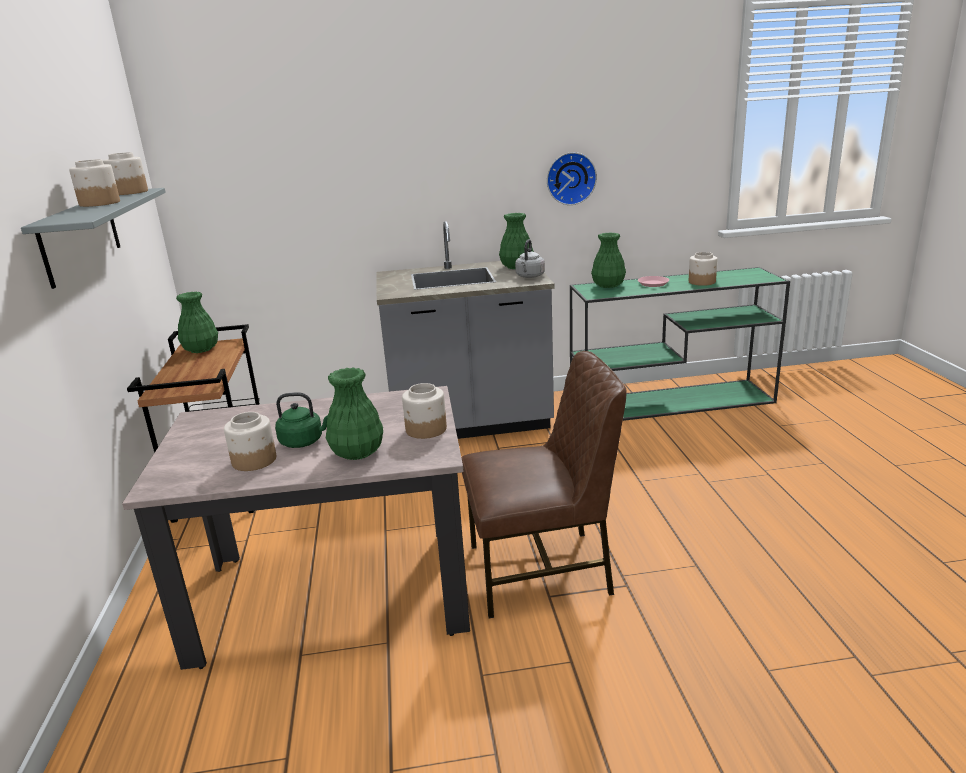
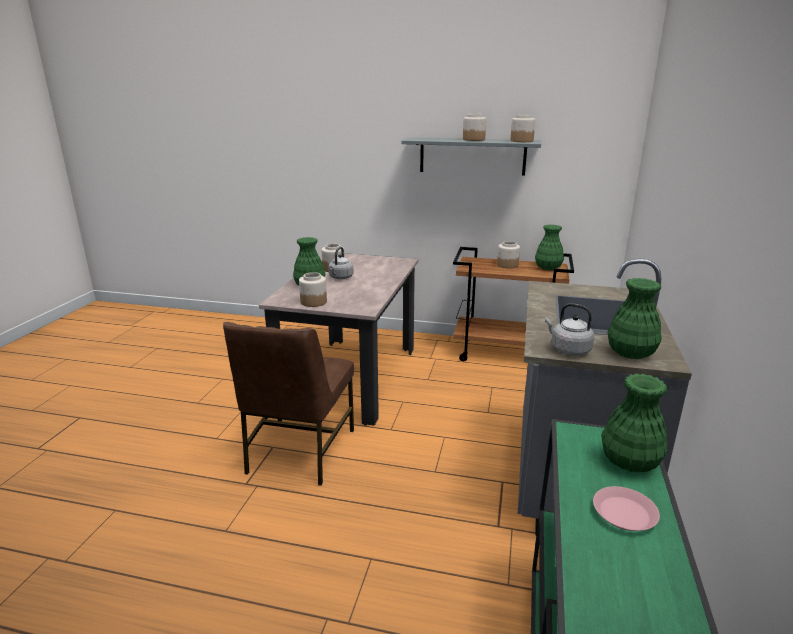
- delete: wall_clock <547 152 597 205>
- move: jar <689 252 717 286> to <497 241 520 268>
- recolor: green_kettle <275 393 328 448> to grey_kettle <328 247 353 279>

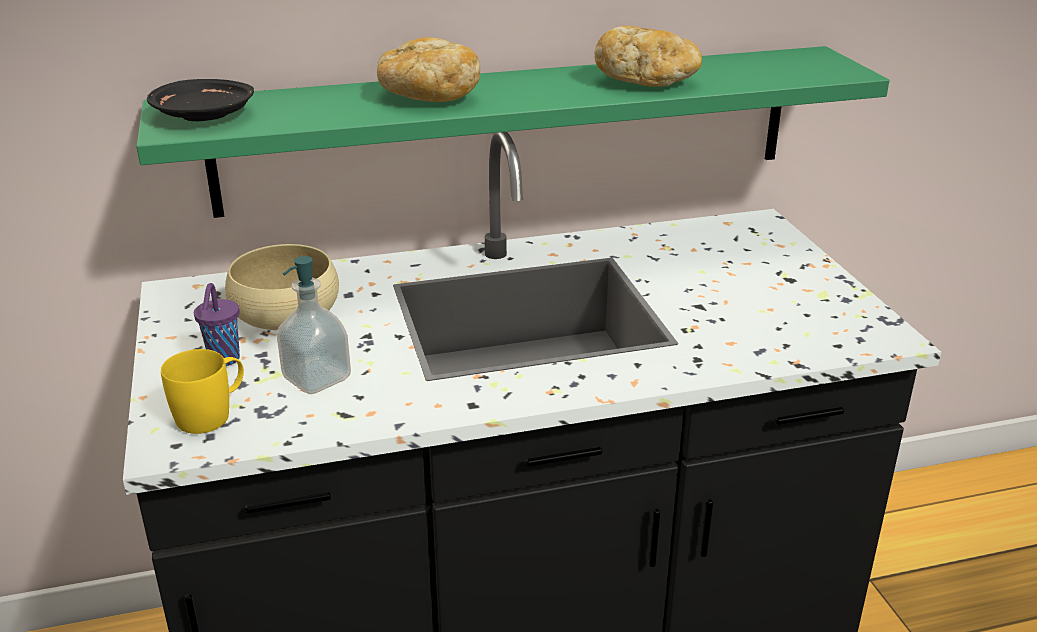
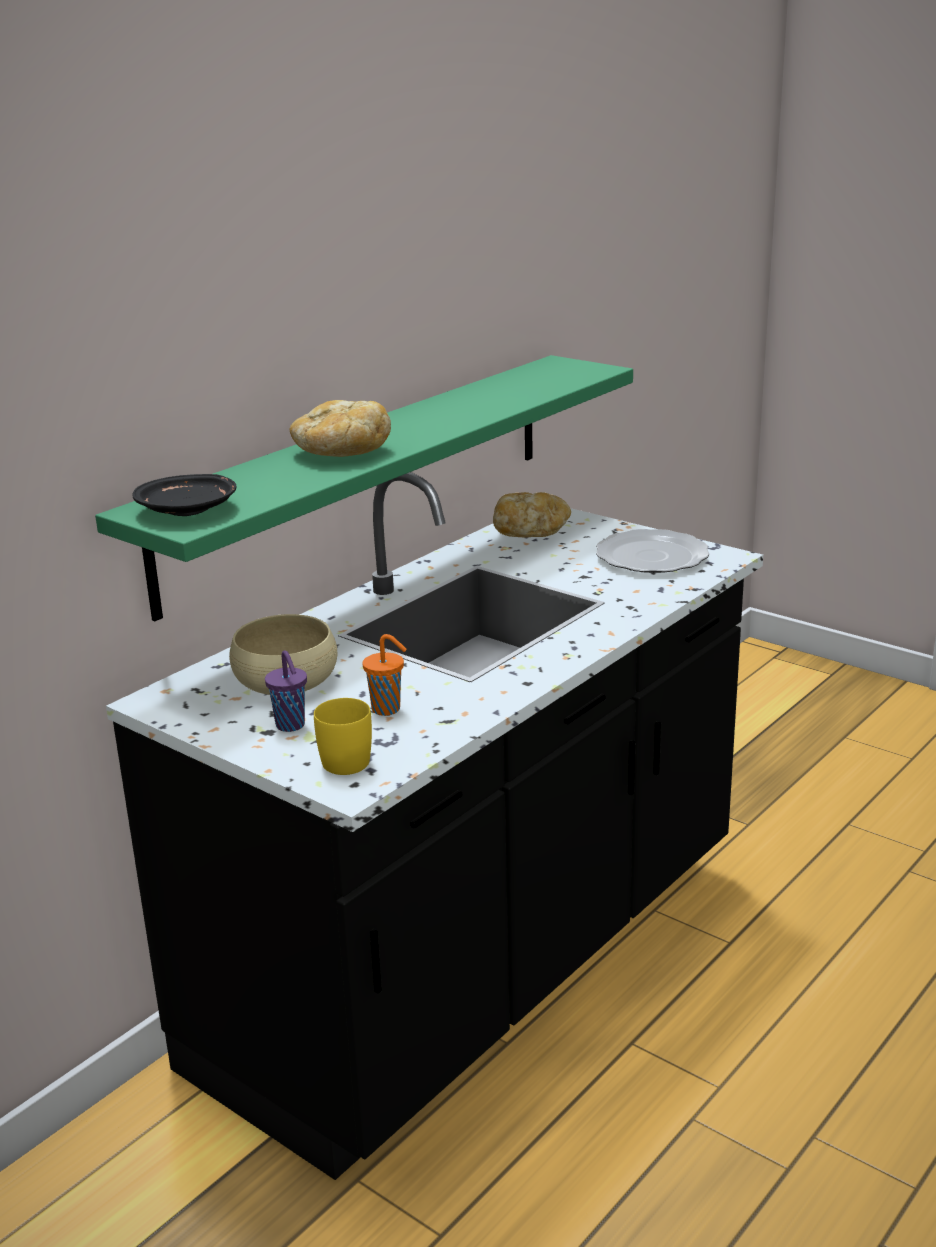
- insert: plate <596 529 710 573>
- move: bread <594 26 702 87> to <493 492 571 537>
- replace: soap_dispenser <276 256 351 394> to orange_cup <362 634 407 716>

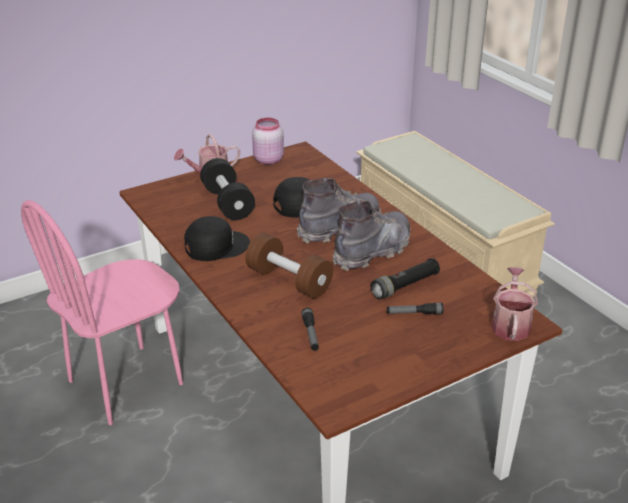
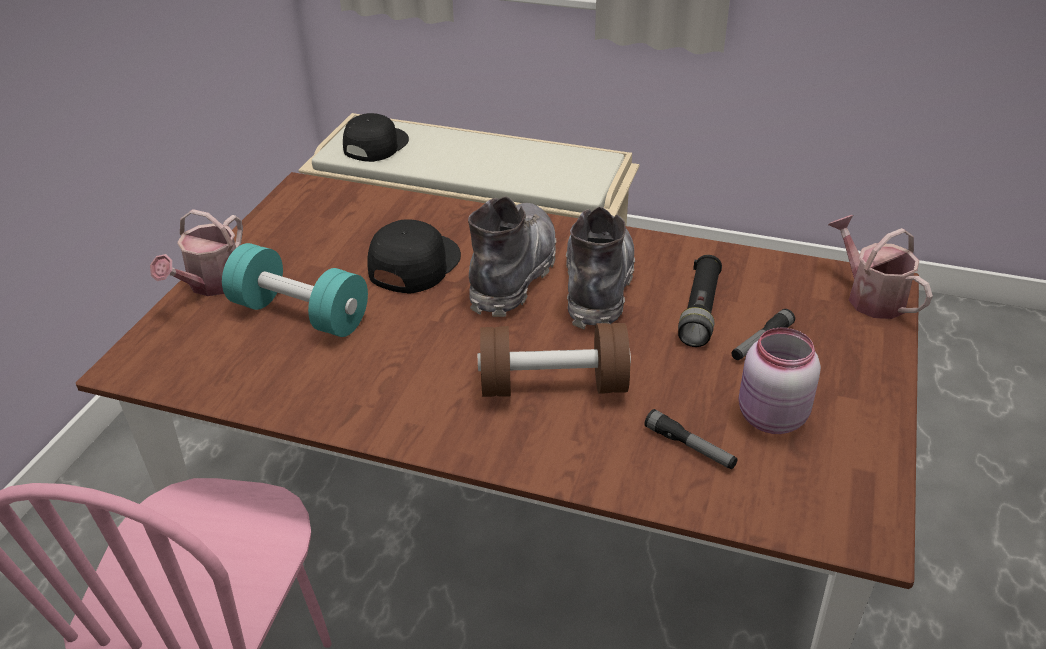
- move: black_cap <184 216 250 261> to <343 113 409 162>
- move: pink_jar <252 118 284 164> to <739 328 821 434>
- recolor: black_dumbbell <200 158 255 220> to turquoise_dumbbell <222 243 368 337>

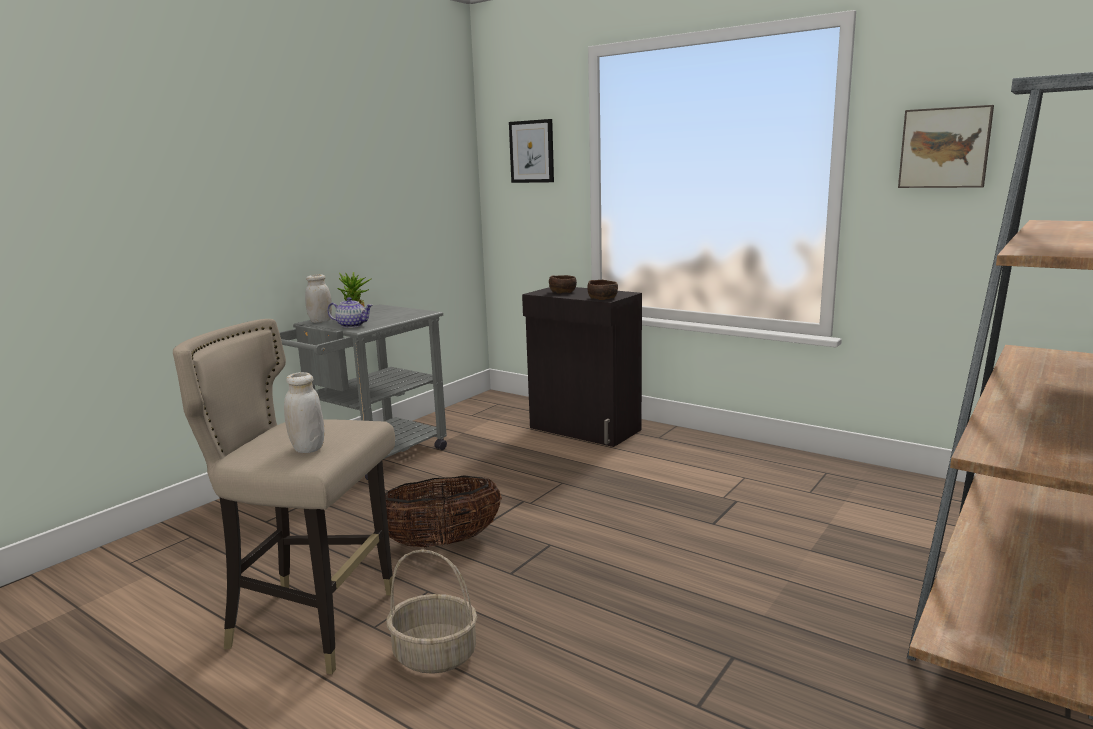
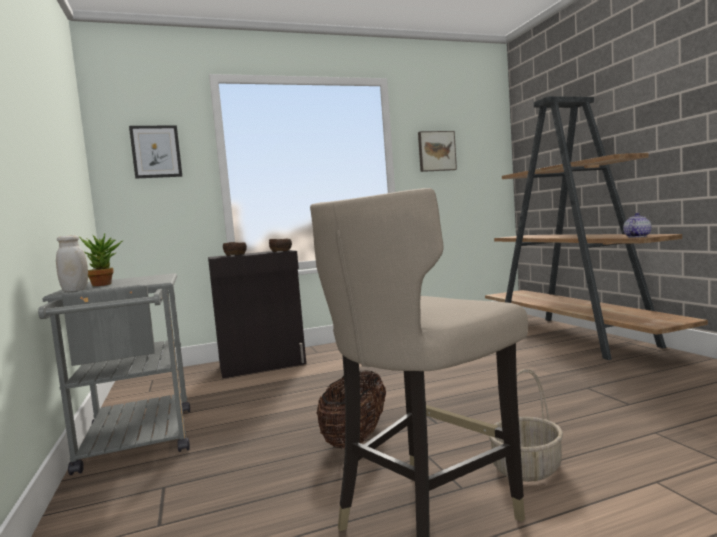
- delete: white_jar <284 372 325 453>
- move: teapot <327 297 373 328> to <623 213 651 237>

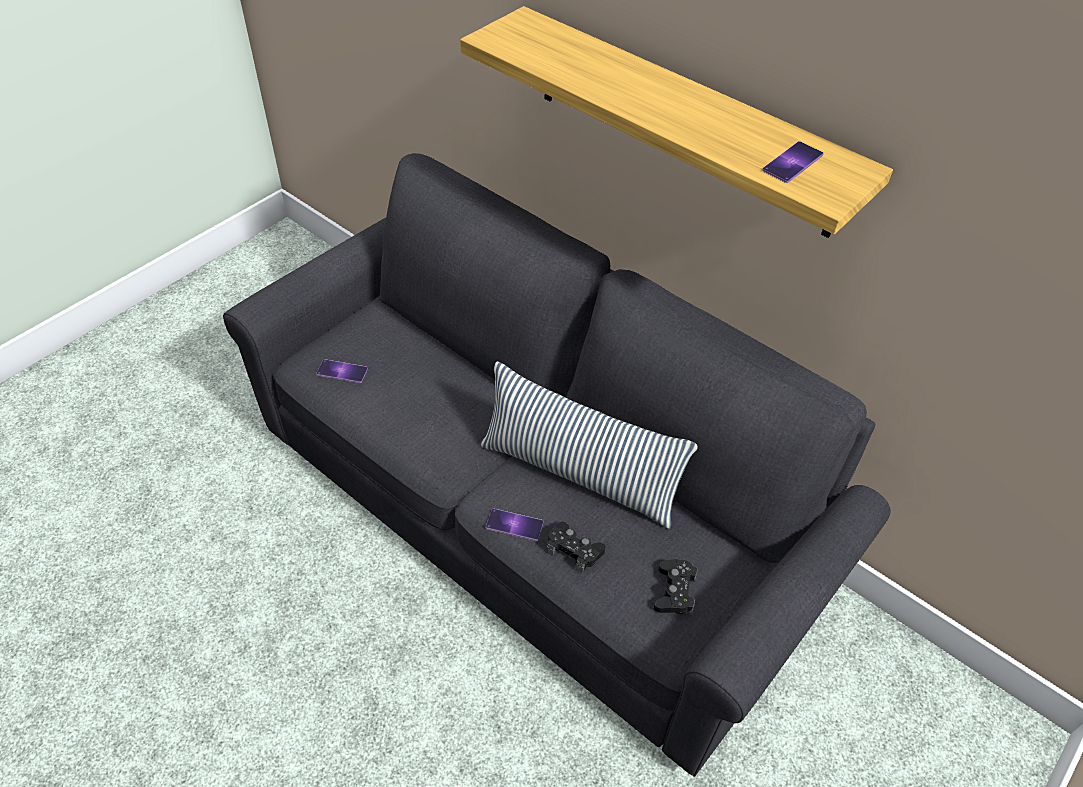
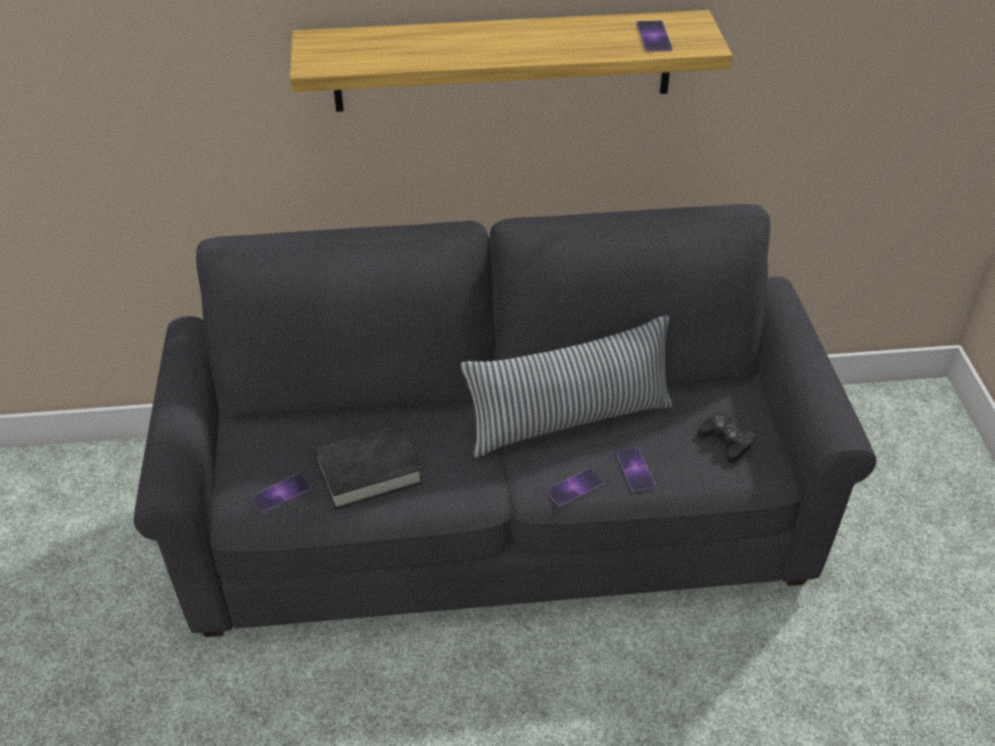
- insert: black_book <313 422 423 510>
- replace: black_game_controller <547 522 606 573> to phone <616 447 655 492>

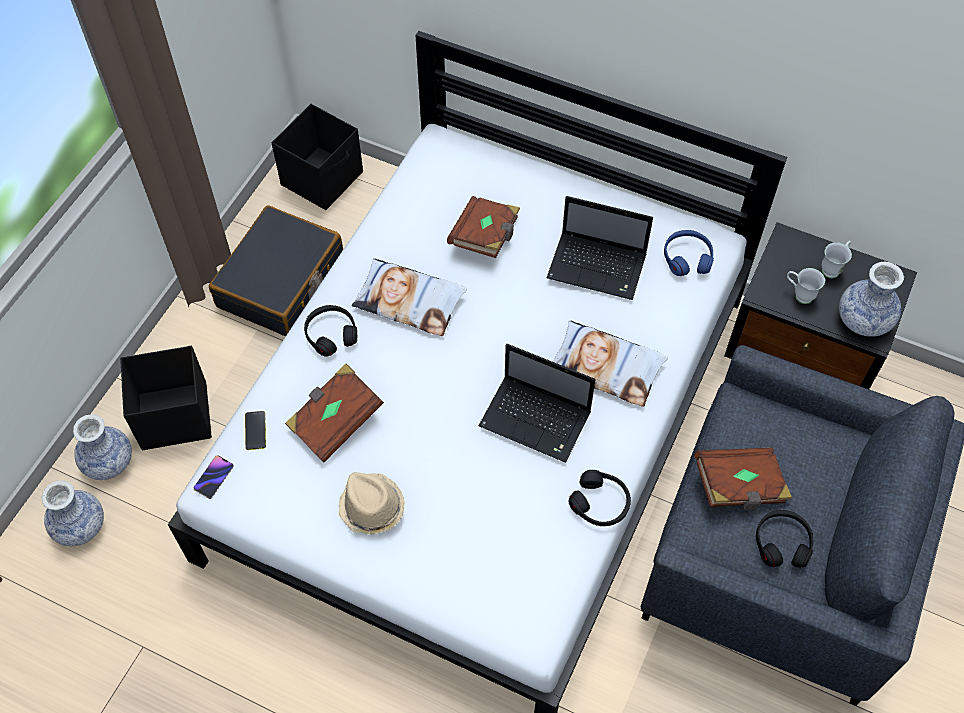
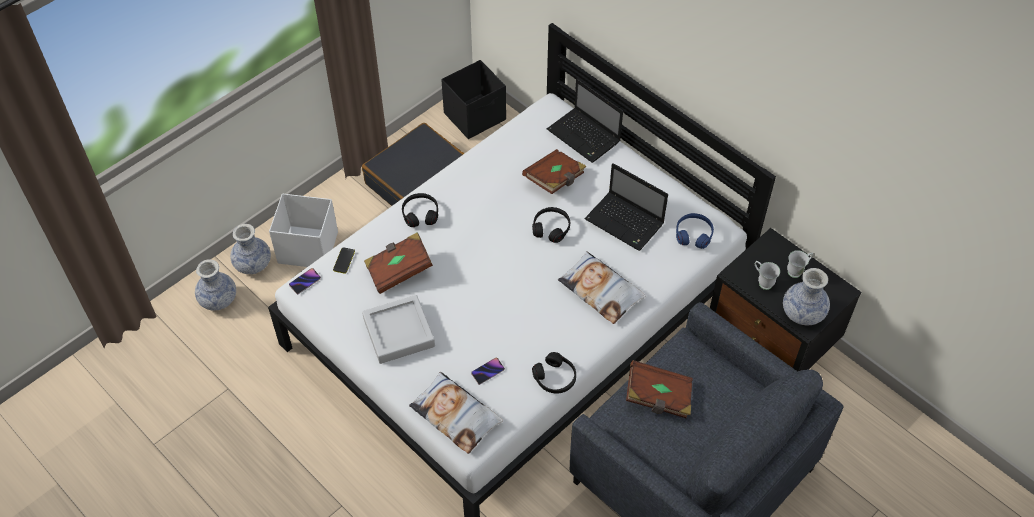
- insert: phone <471 358 505 385>
- move: pillow <352 258 467 336> to <409 372 503 454>
- move: laptop <479 344 596 463> to <547 78 623 163>
- move: black_headphones <756 510 813 568> to <532 207 570 243>
- replace: beige_hat <338 472 405 535> to grey_tray <362 295 435 364>
- recolor: black_storage_box <120 346 212 450> to white_storage_box <269 193 338 267>

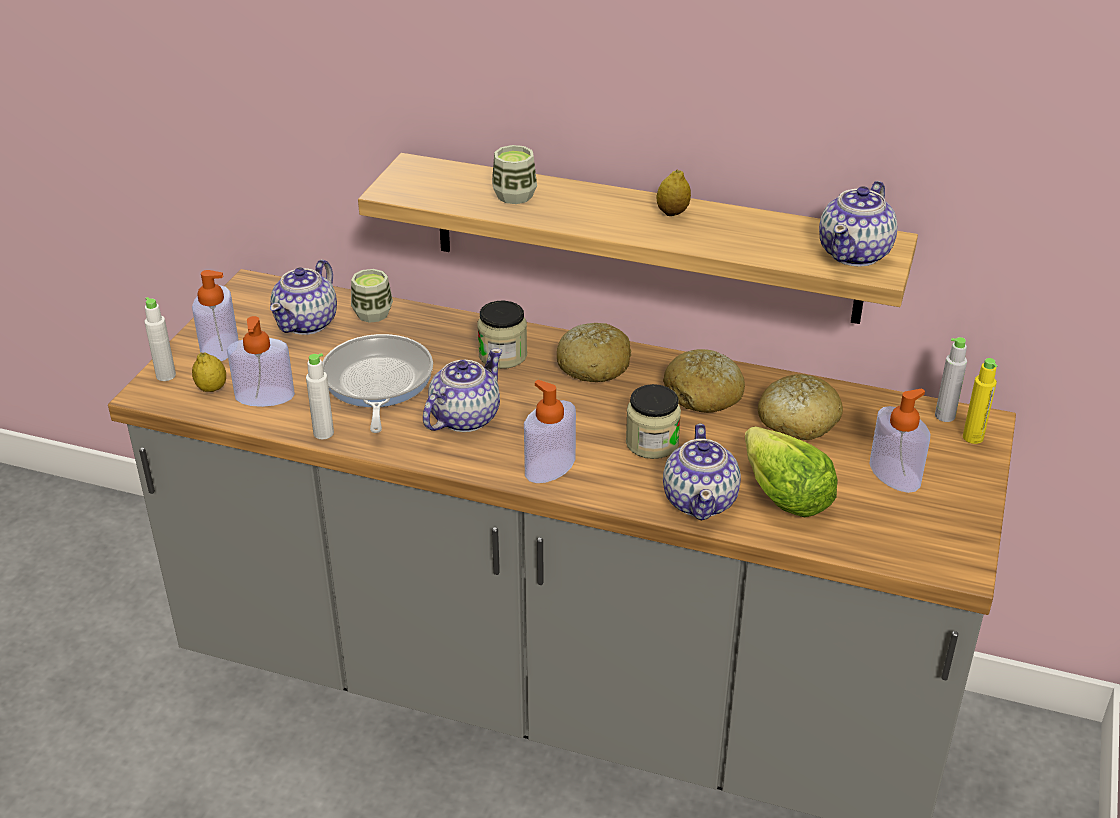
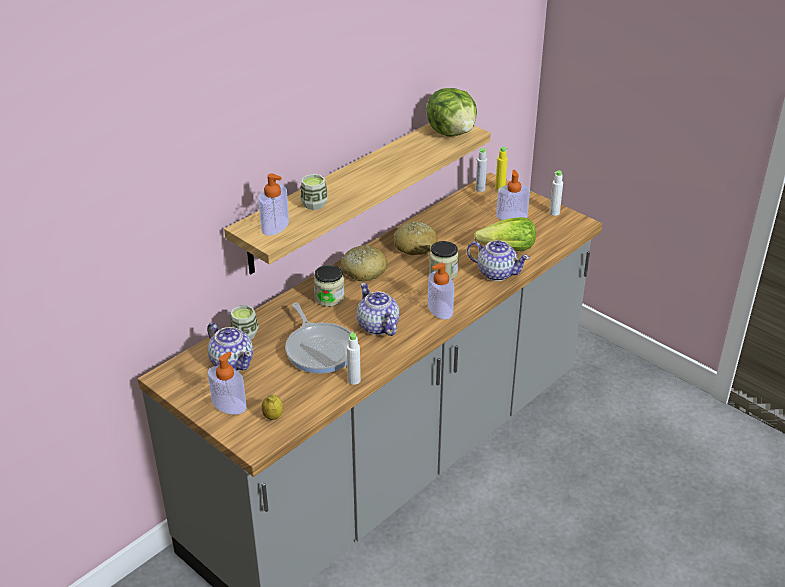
- delete: lemon <657 170 691 216>
- delete: bread <758 374 843 440>
- move: white_bottle <145 297 176 381> to <549 170 563 216>
- move: soap_dispenser <227 316 295 407> to <259 173 289 236>
- replace: teapot <819 181 898 267> to lettuce <427 88 477 136>
- rotate: frying_pan <322 334 433 433> = <285 303 351 373> 135 degrees counterclockwise

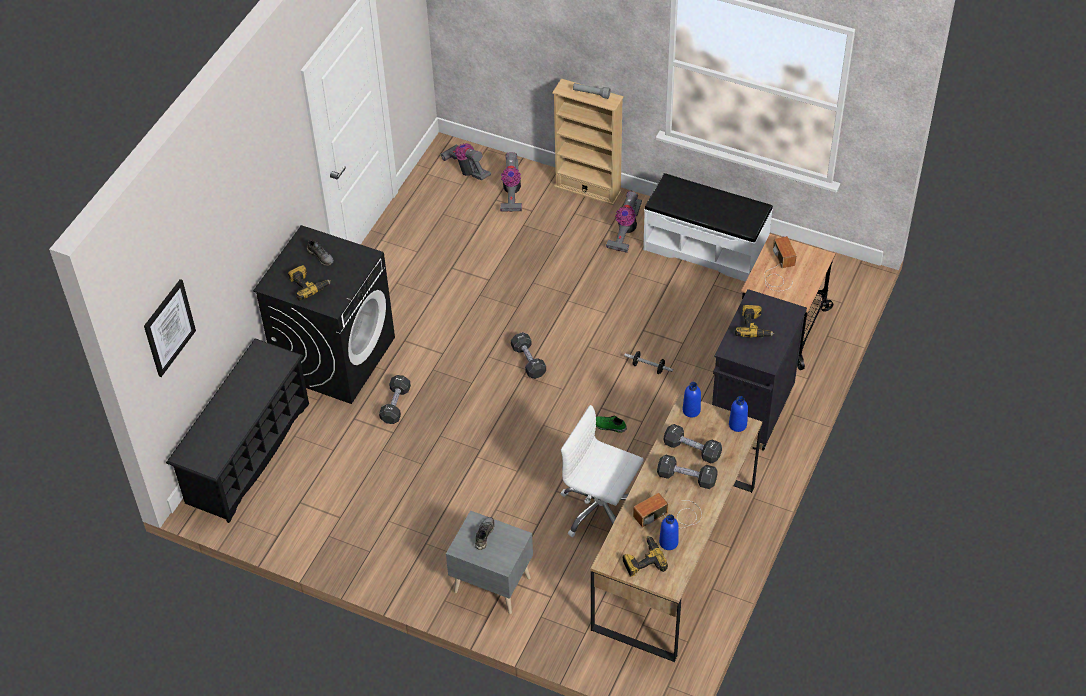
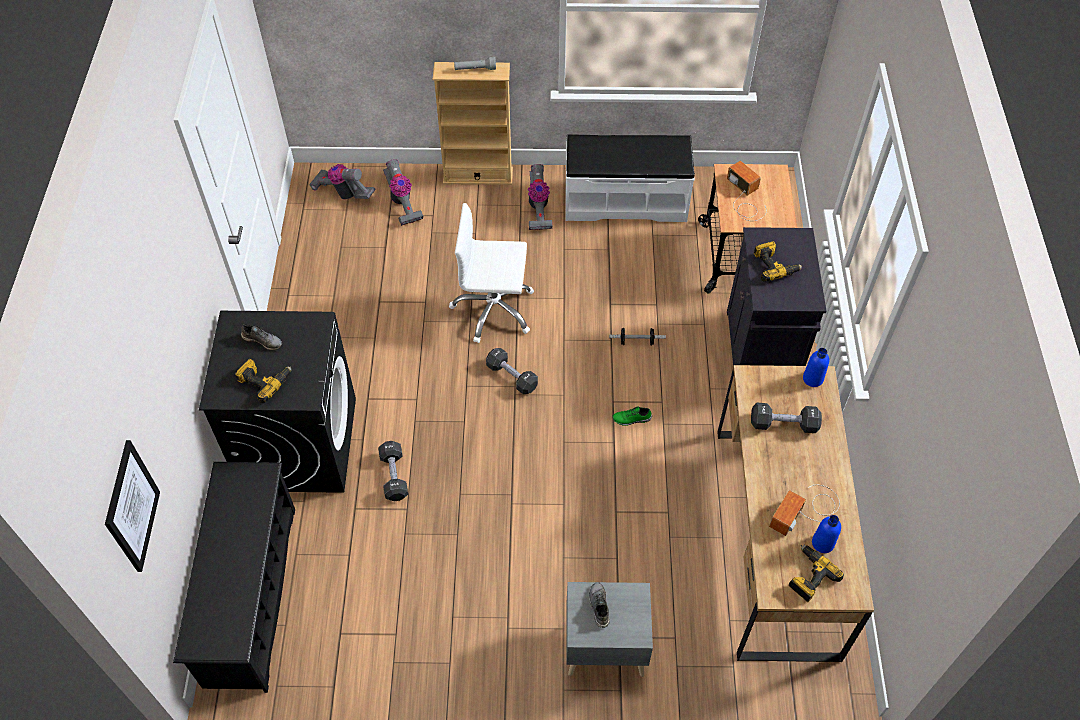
- delete: black_dumbbell <657 454 718 489>
- delete: blue_bottle <683 382 701 418>
- move: white_office_chair <560 405 644 537> to <449 203 534 343>

